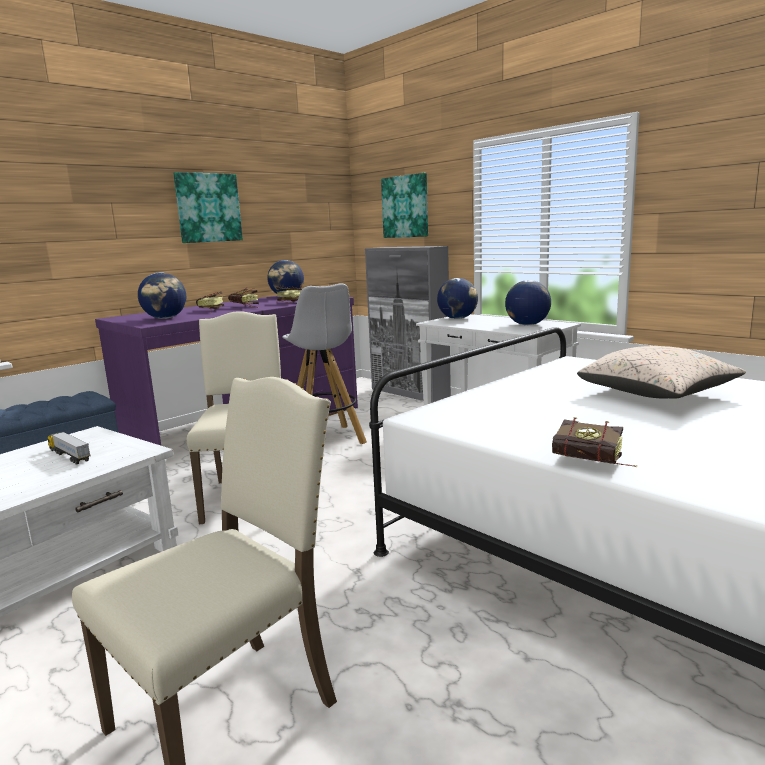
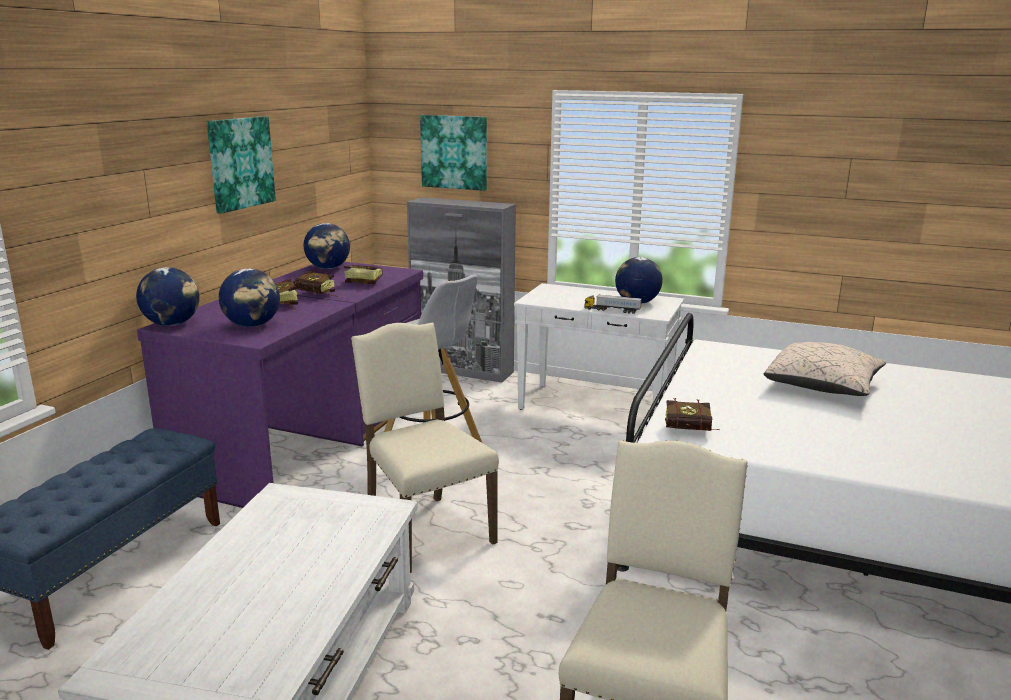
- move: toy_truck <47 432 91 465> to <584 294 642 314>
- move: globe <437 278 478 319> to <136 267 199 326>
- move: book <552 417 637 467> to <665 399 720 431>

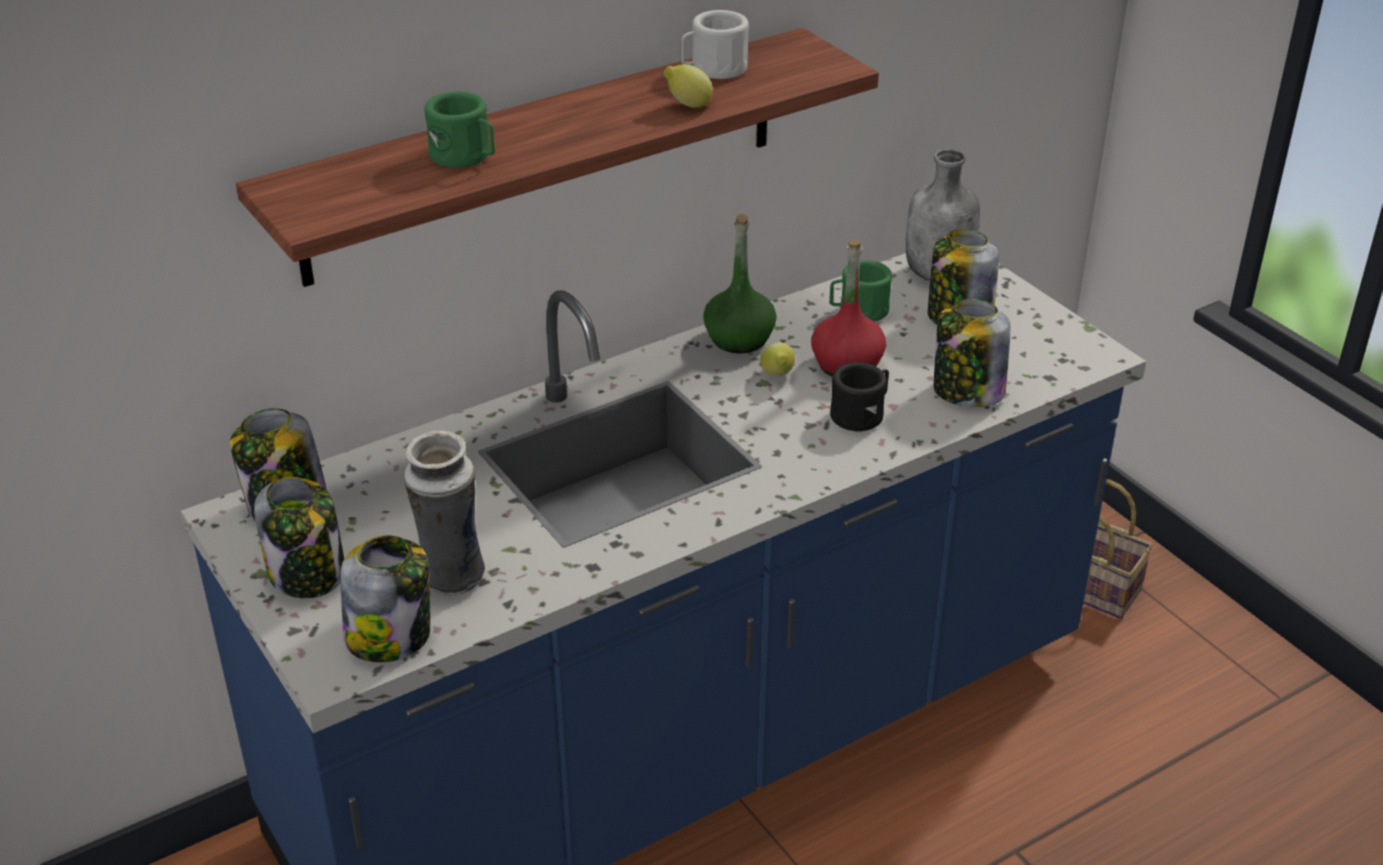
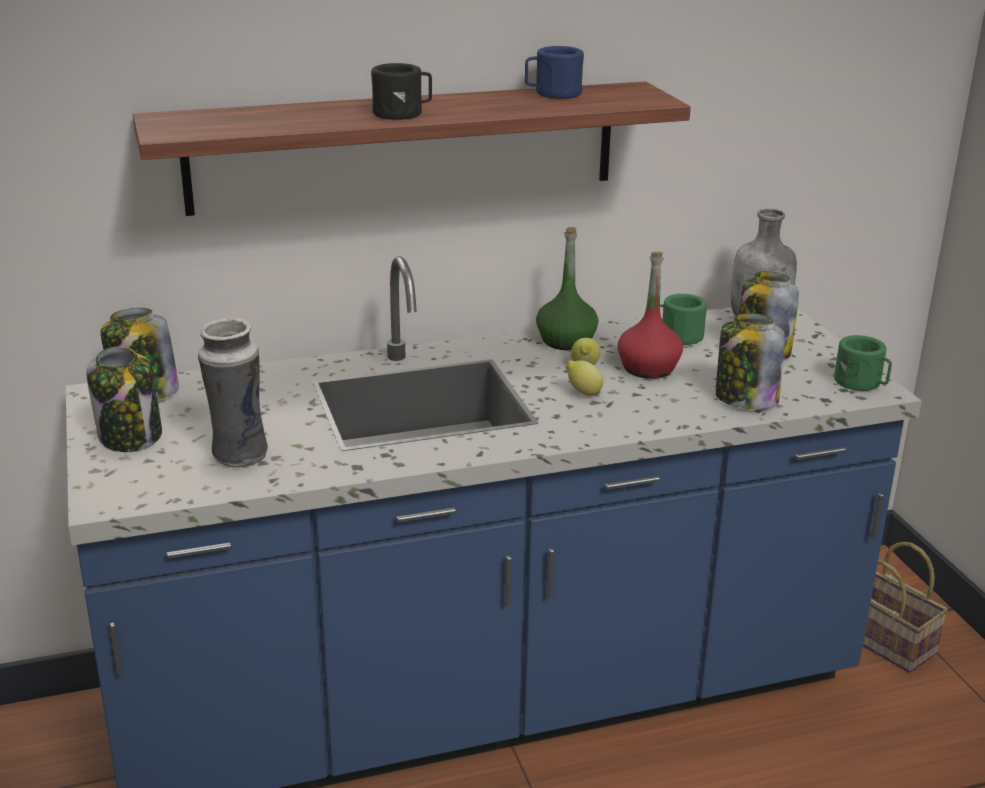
- delete: jar <341 536 430 662>
- move: green_mug <424 92 495 168> to <834 335 892 391>
- move: lemon <664 64 713 108> to <565 360 603 396>
- move: black_mug <830 362 889 431> to <371 63 432 120>
- recolor: white_mug <681 10 749 79> to blue_mug <525 46 584 99>

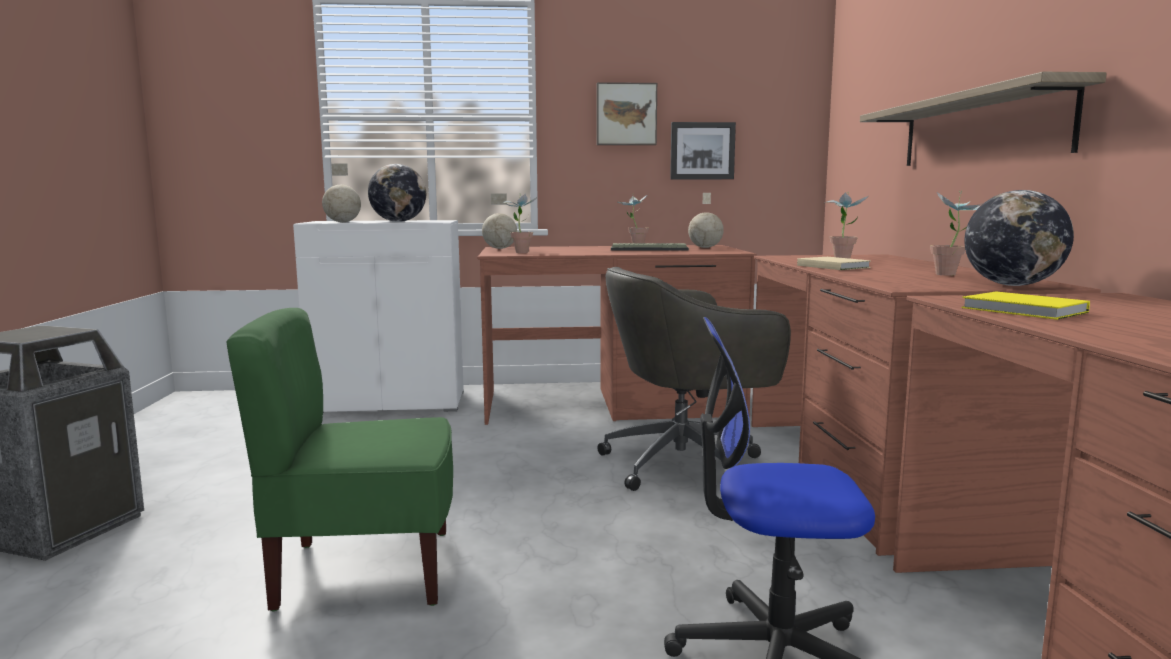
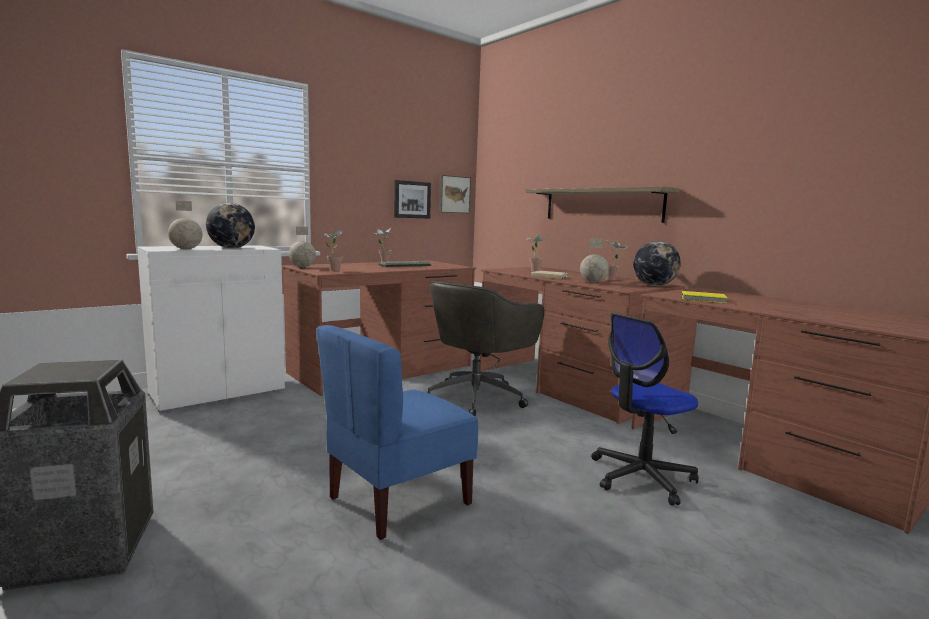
- move: picture <597 82 657 145> to <439 175 471 213>
- move: globe <688 193 724 248> to <580 238 609 282>
- recolor: green_chair <226 308 453 611> to blue_chair <316 325 478 540>

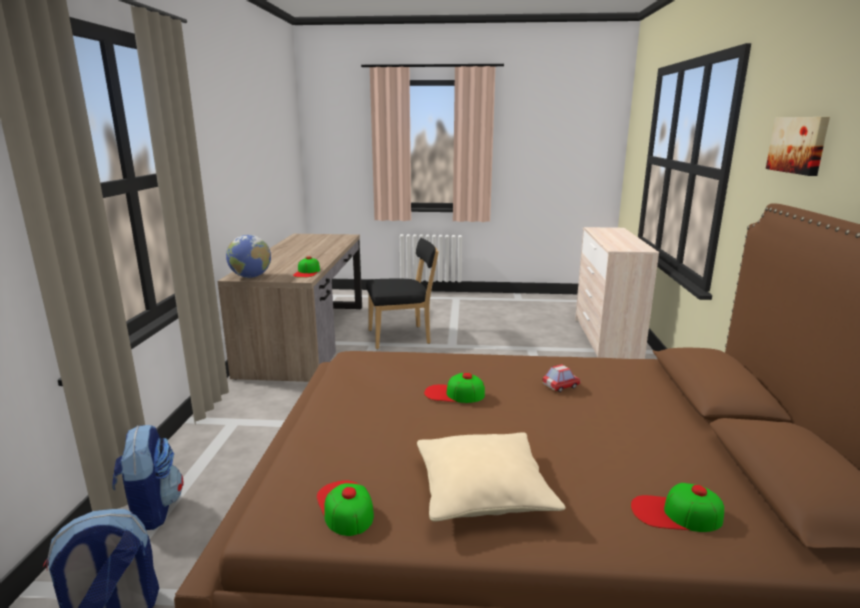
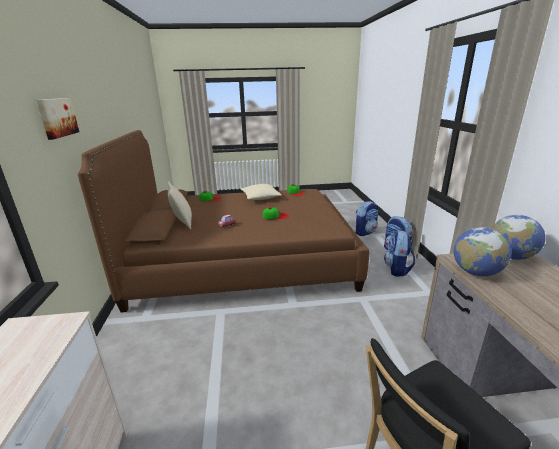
- insert: beige_pillow <168 181 192 230>
- insert: backpack <384 231 415 277>
- replace: cap <293 256 320 278> to globe <453 227 511 276>

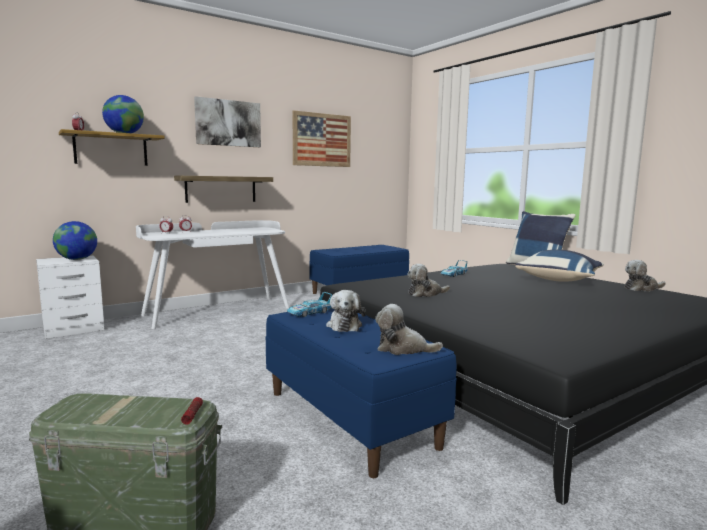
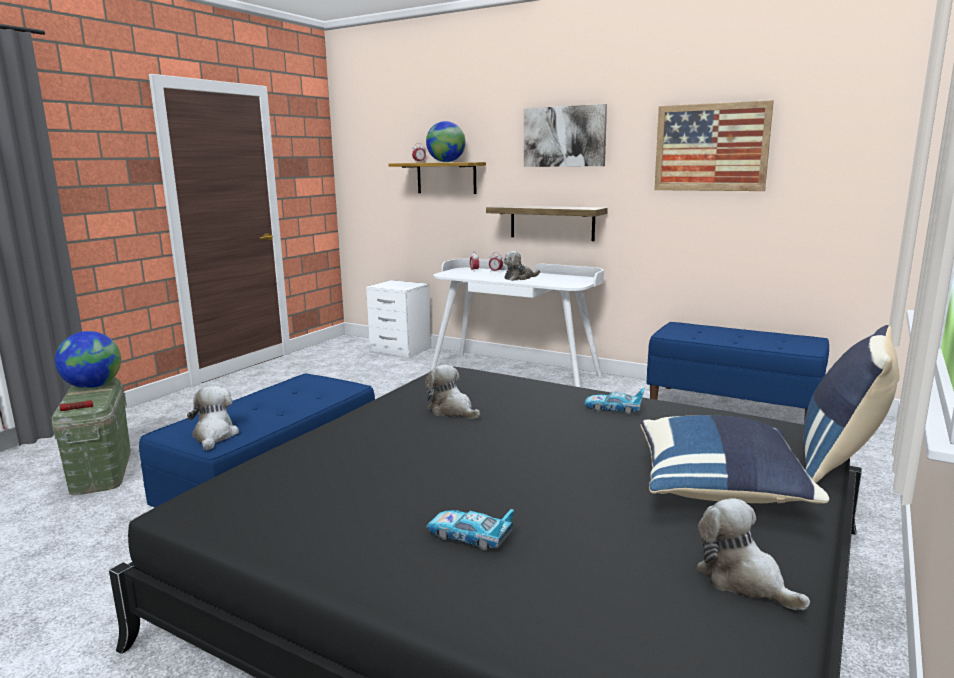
- move: globe <53 221 97 260> to <55 331 121 388>
- move: toy_car <287 292 332 317> to <426 509 515 550>
- move: plush_toy <326 290 366 332> to <503 251 540 281>

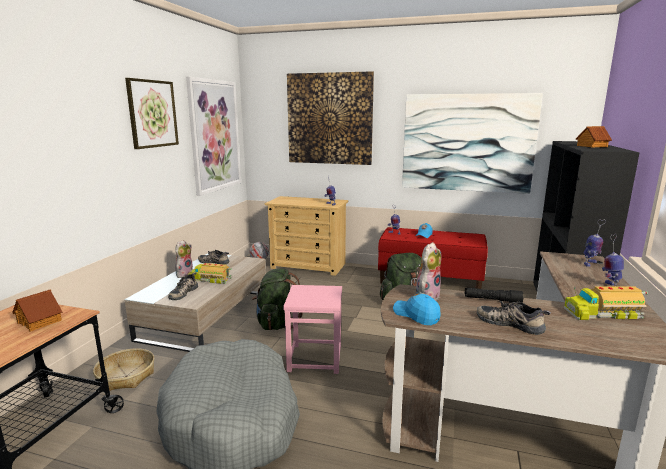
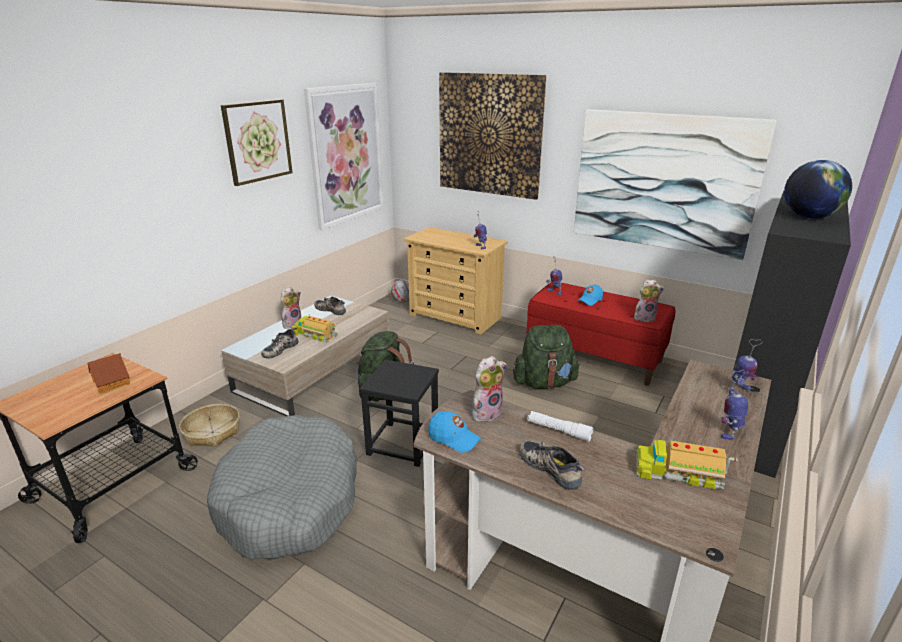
- insert: plush_toy <634 280 664 322>
- replace: toy_house <576 126 612 147> to globe <784 160 852 219>
- recolor: pink_stool <283 285 342 374> to black_stool <359 360 439 467>
- recolor: black_flashlight <465 288 523 303> to white_flashlight <527 411 593 441>
- rotate: blue_cap <393 293 441 325> = <428 411 481 453> 150 degrees clockwise

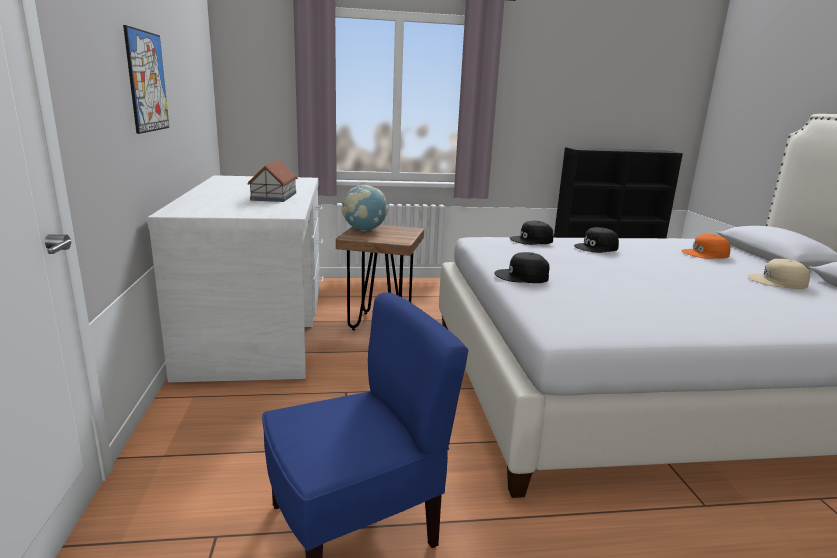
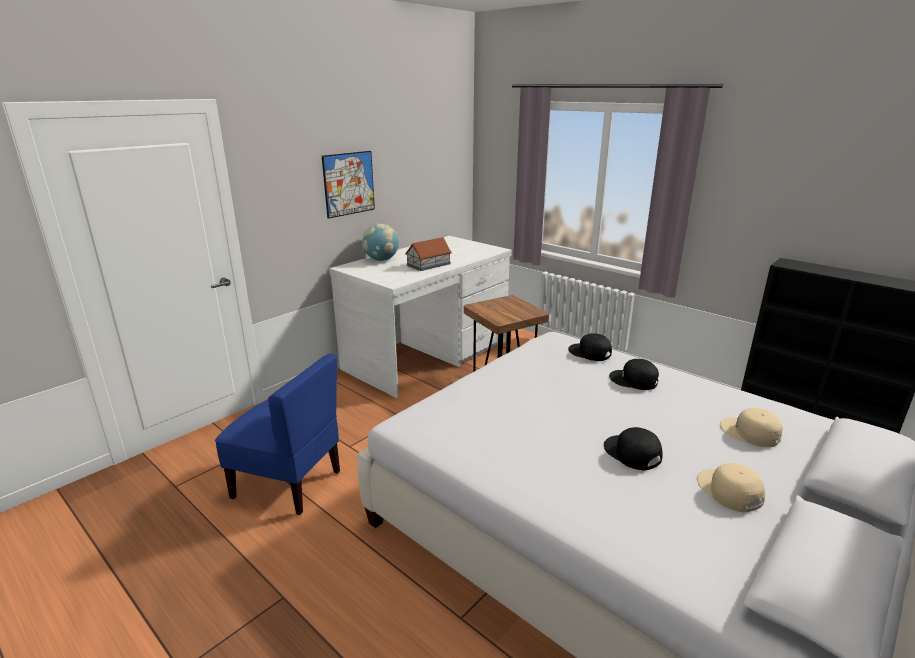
- move: globe <342 185 388 231> to <362 224 399 261>
- move: black_cap <494 252 549 283> to <604 427 663 470>
- recolor: orange_cap <681 234 730 259> to beige_cap <720 408 783 447>

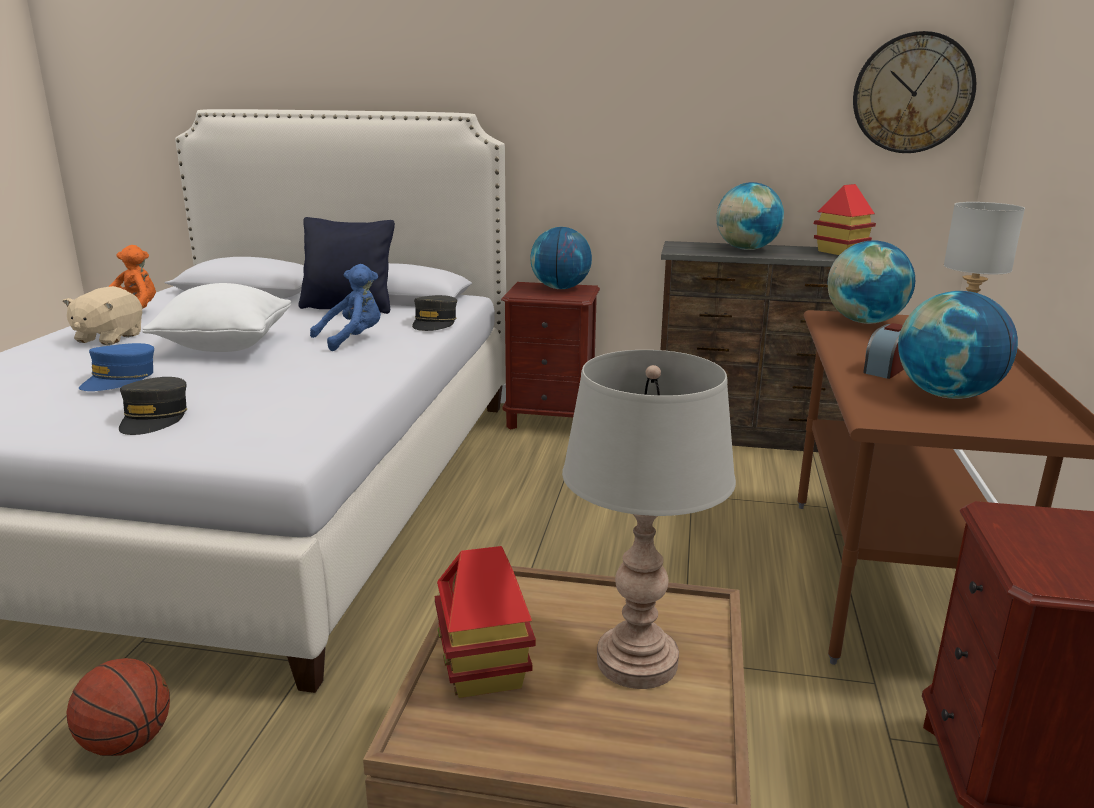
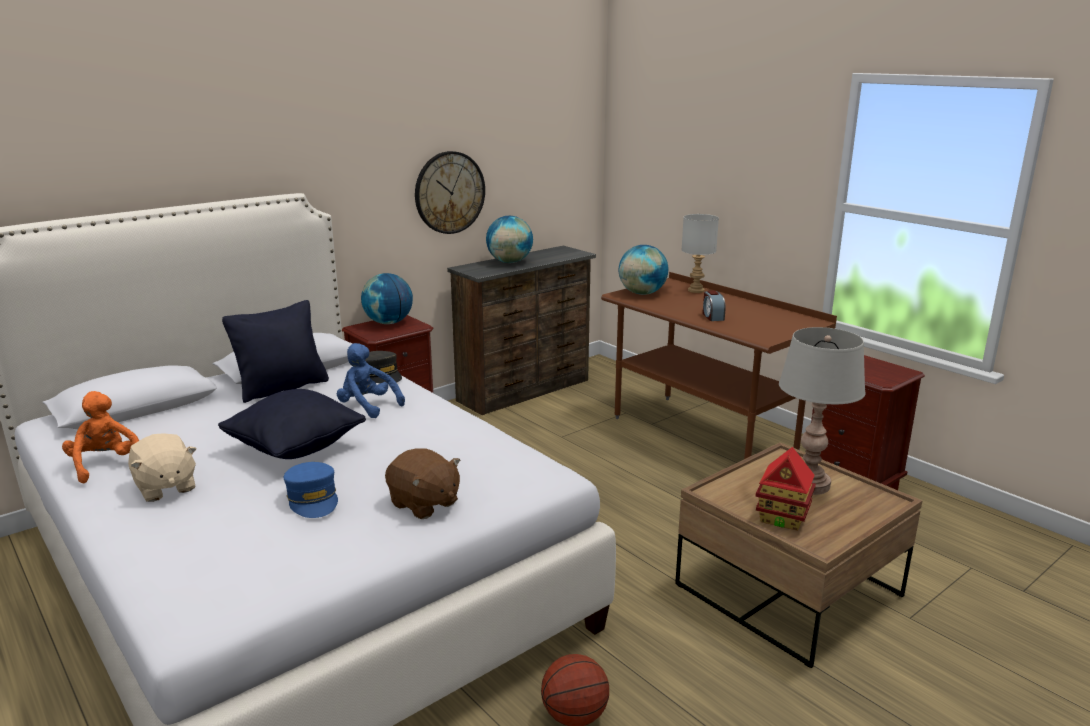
- delete: toy_house <814 184 876 255>
- delete: globe <898 291 1018 399>
- move: wall_clock <853 31 976 153> to <415 151 485 234>
- replace: grey_cap <119 377 187 435> to brown_plush_toy <385 448 460 519>
- recolor: white_pillow <142 283 291 352> to black_pillow <218 389 366 459>
- rotate: blue_plush_toy <310 264 381 351> = <337 343 405 418> 60 degrees counterclockwise

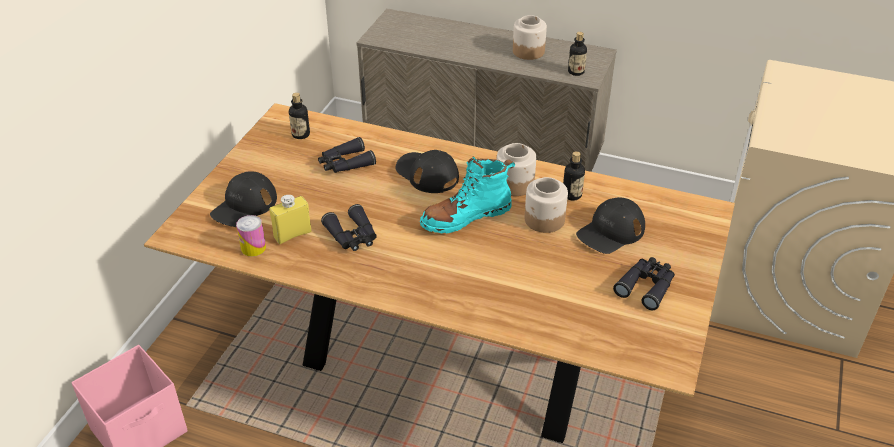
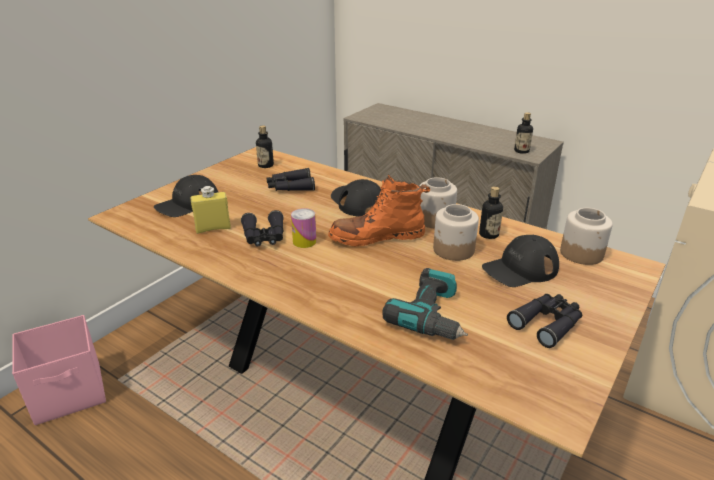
- insert: power_drill <382 268 468 340>
- move: can <236 215 266 257> to <291 208 316 248>
- move: jar <513 15 547 60> to <560 208 613 265>
- recolor: turquoise_boot <420 156 515 234> to orange_boot <328 174 430 246>

